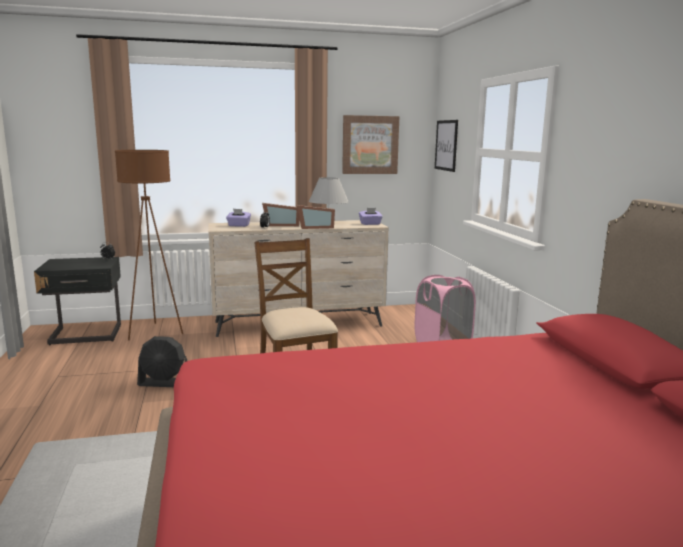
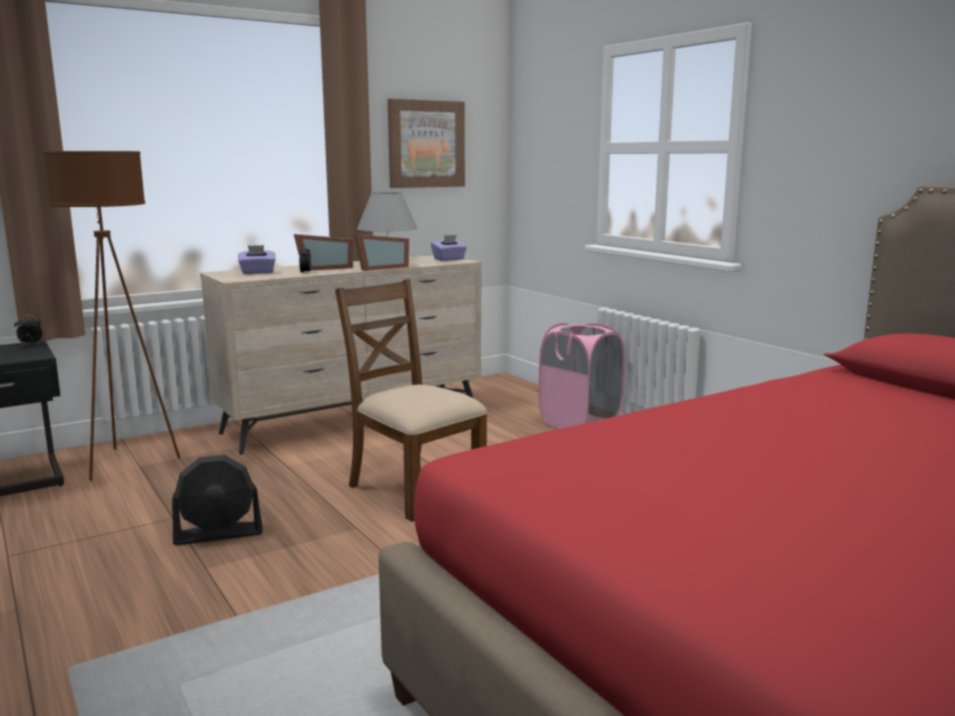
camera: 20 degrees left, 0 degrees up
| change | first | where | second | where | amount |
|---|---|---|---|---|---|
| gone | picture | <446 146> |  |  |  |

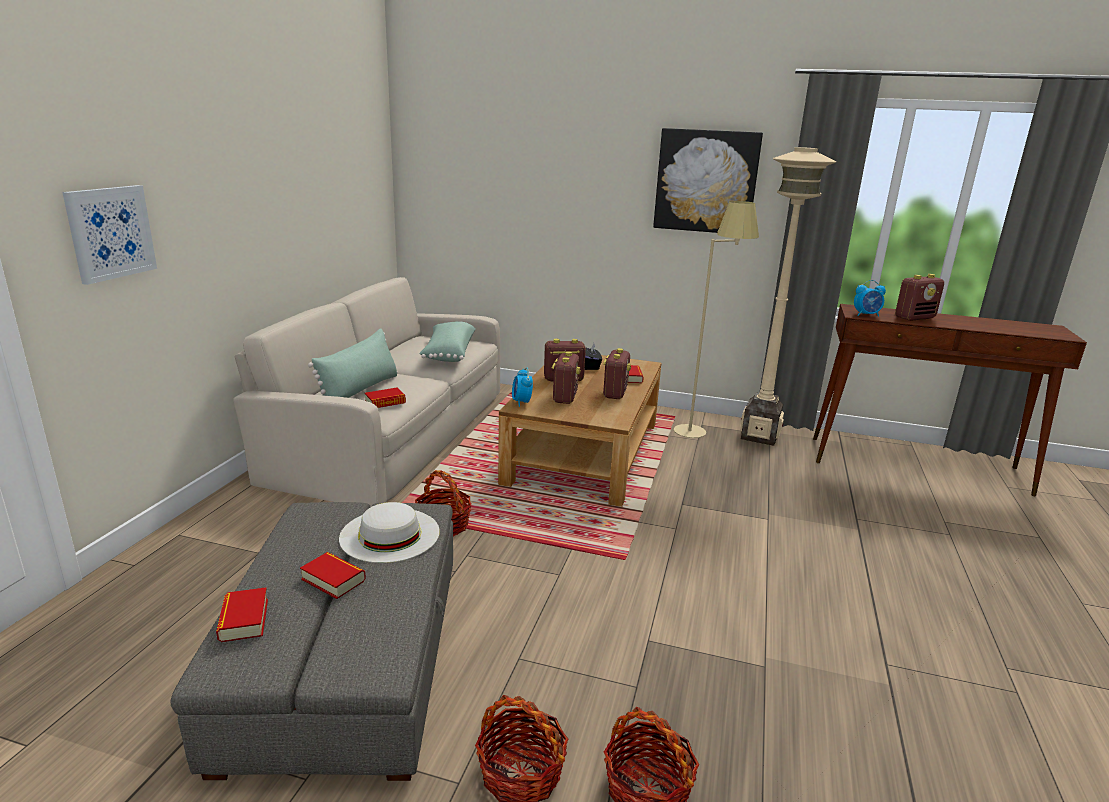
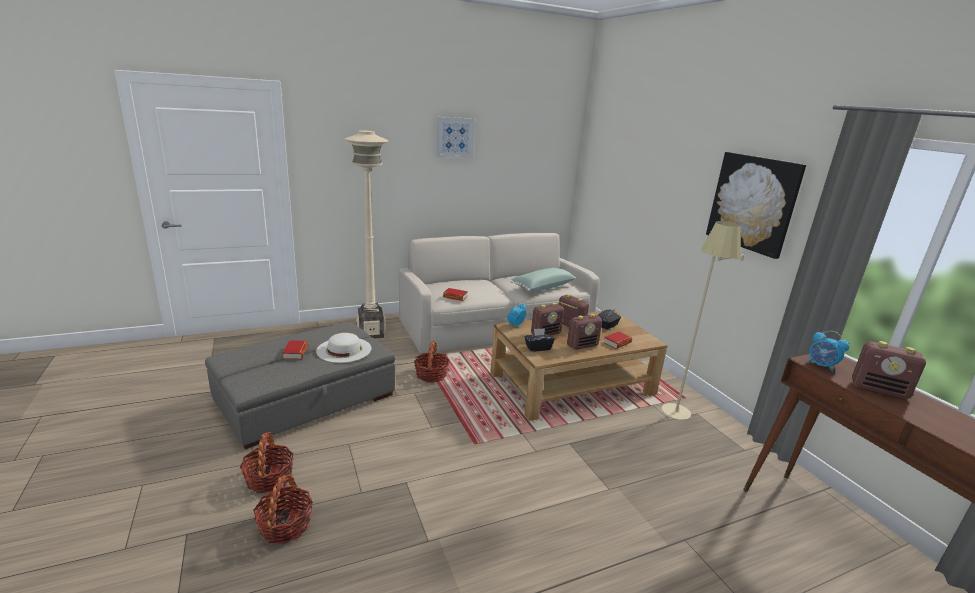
camera: 50 degrees right, 0 degrees up
| change | first | where | second | where | amount |
|---|---|---|---|---|---|
| shifted | beige floor lamp | <788 296> |  | <366 234> |  |
| shifted | picture | <109 235> |  | <455 137> |  |
| new |  |  | black tissue box | <540 340> |  |
| gone | book | <242 614> |  |  |  |
| gone | green pillow | <353 363> |  |  |  |

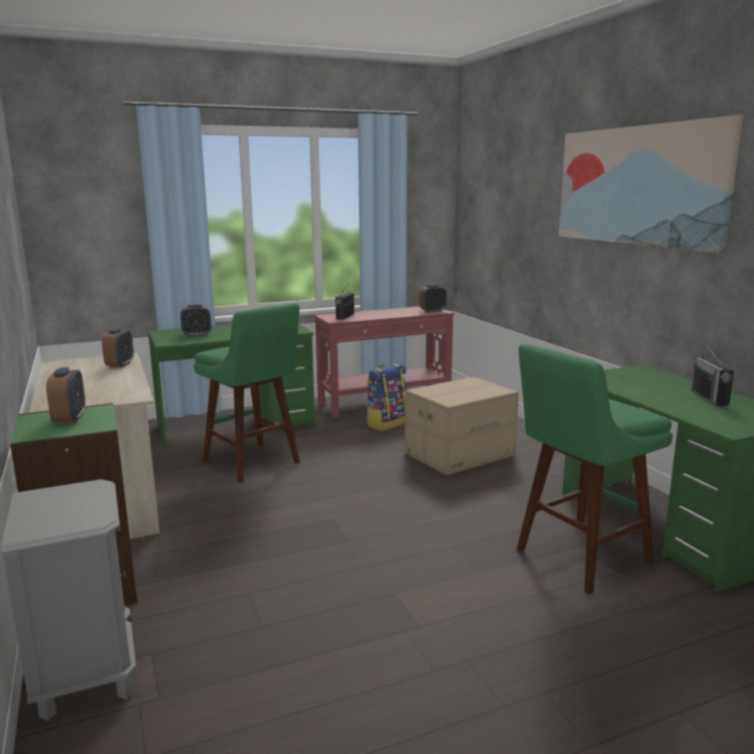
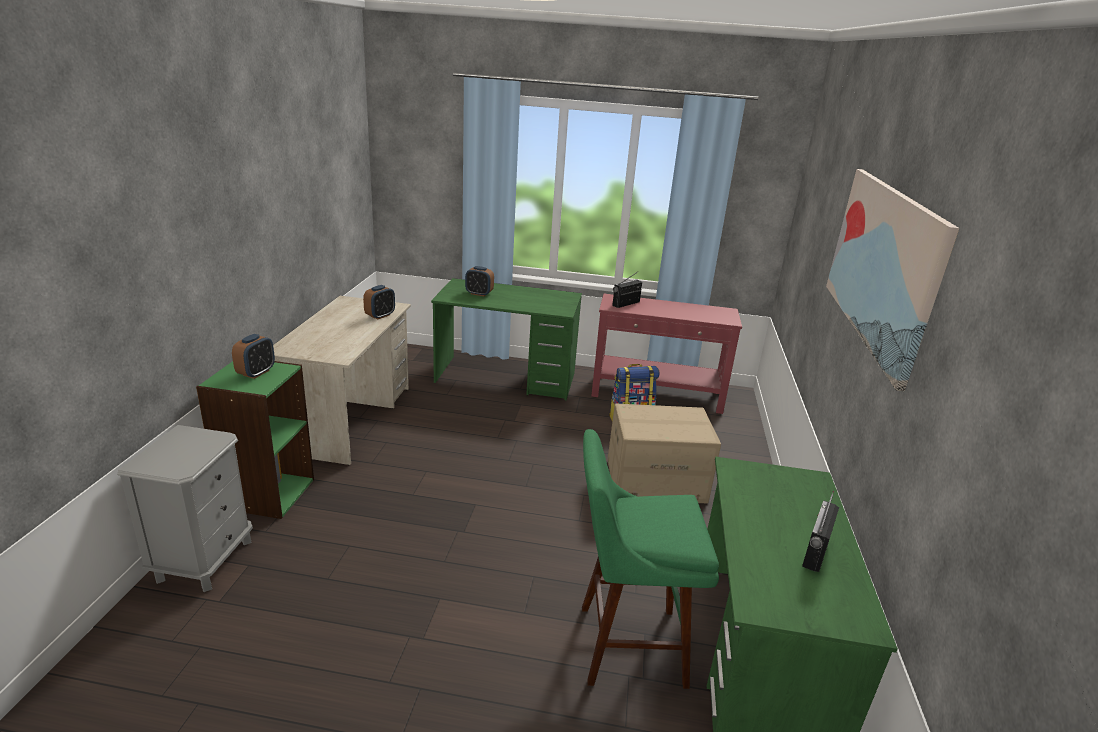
camera: 30 degrees right, 10 degrees up
| change | first | where | second | where | amount |
|---|---|---|---|---|---|
| gone | green stool | <247 393> |  |  |  |
| gone | alarm clock | <433 298> |  |  |  |

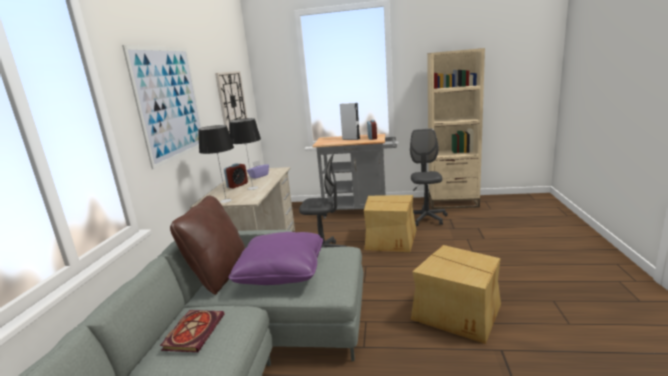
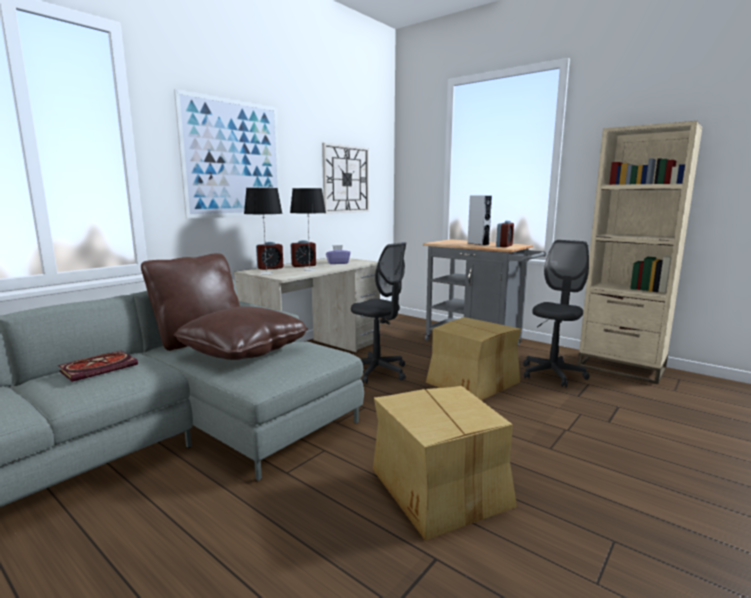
camera: 30 degrees right, 5 degrees down
| change | first | where | second | where | amount |
|---|---|---|---|---|---|
| repainted | purple pillow | <276 258> | brown pillow | <241 333> |  |
| new |  |  | alarm clock | <269 256> |  |

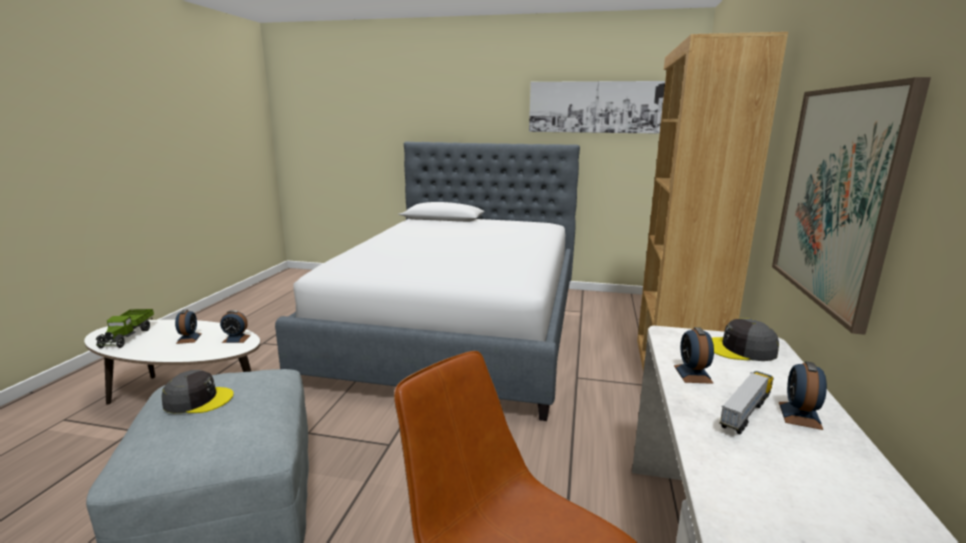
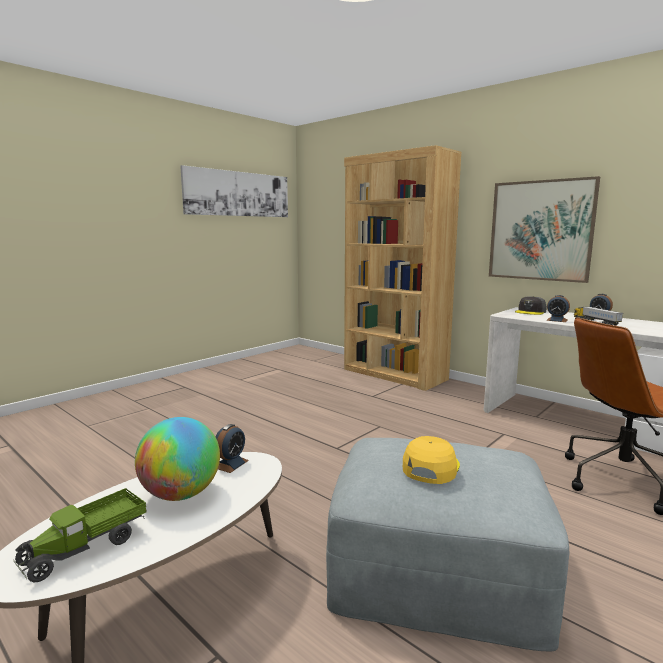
camera: 60 degrees left, 5 degrees down
| change | first | where | second | where | amount |
|---|---|---|---|---|---|
| rotated | toy truck | <124 328> |  | <79 535> | 105 degrees clockwise |
| swapped | alarm clock | <188 326> | globe | <177 459> |  |
| repainted | grey cap | <198 391> | yellow cap | <431 460> |  |
| gone | bed | <427 281> |  |  |  |

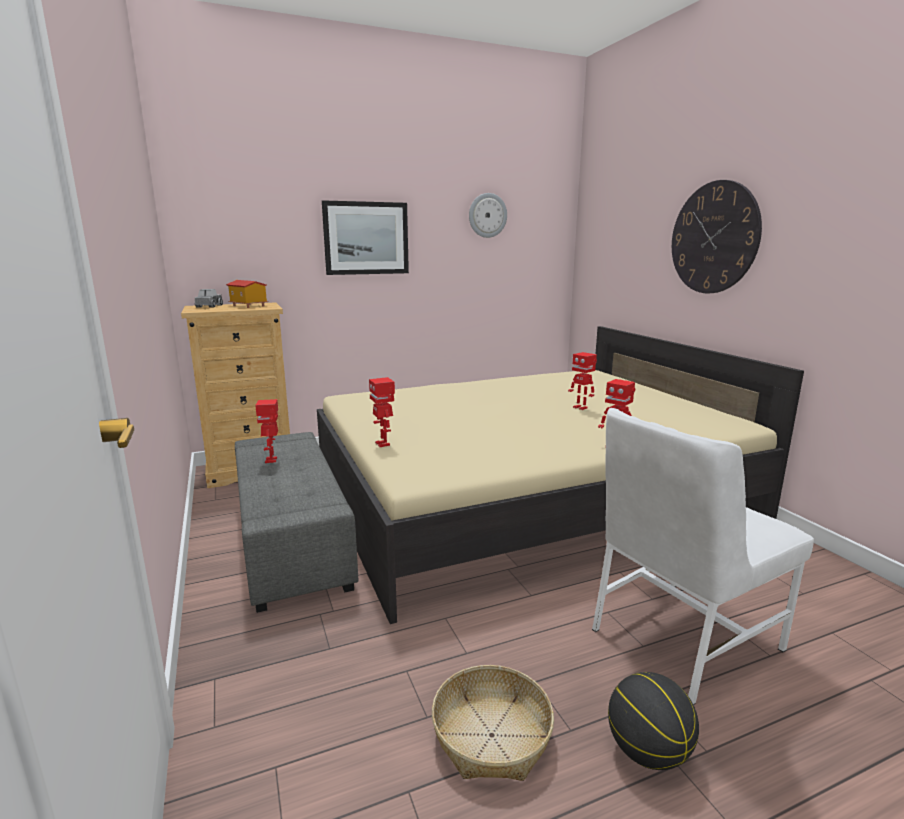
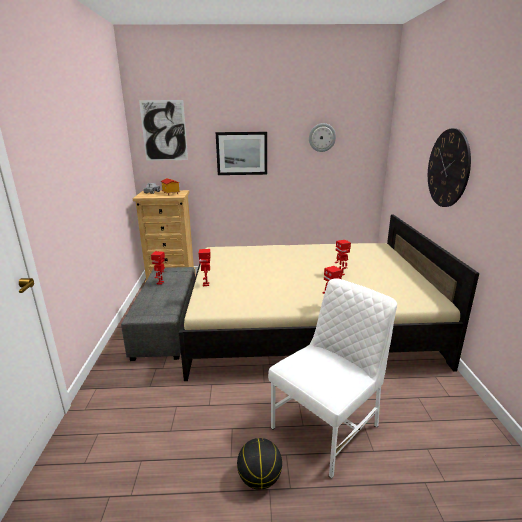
camera: 20 degrees right, 5 degrees up
| change | first | where | second | where | amount |
|---|---|---|---|---|---|
| new |  |  | picture | <163 130> |  |
| rotated | white chair | <703 556> |  | <332 378> | 150 degrees clockwise |
| gone | basket | <493 723> |  |  |  |

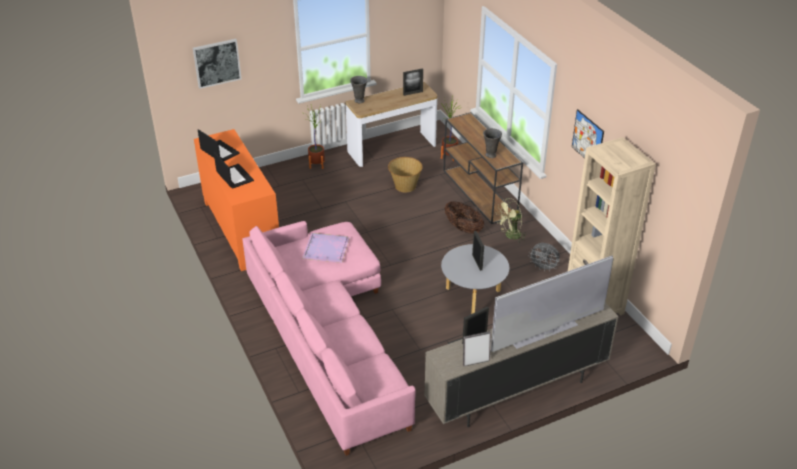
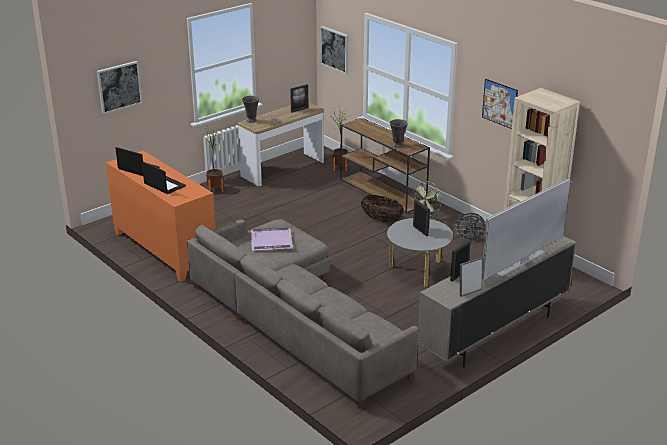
camera: 15 degrees left, 10 degrees down
| change | first | where | second | where | amount |
|---|---|---|---|---|---|
| repainted | pink sofa | <329 338> | grey sofa | <303 314> |  |
| new |  |  | picture | <334 50> |  |
| gone | basket | <405 175> |  |  |  |

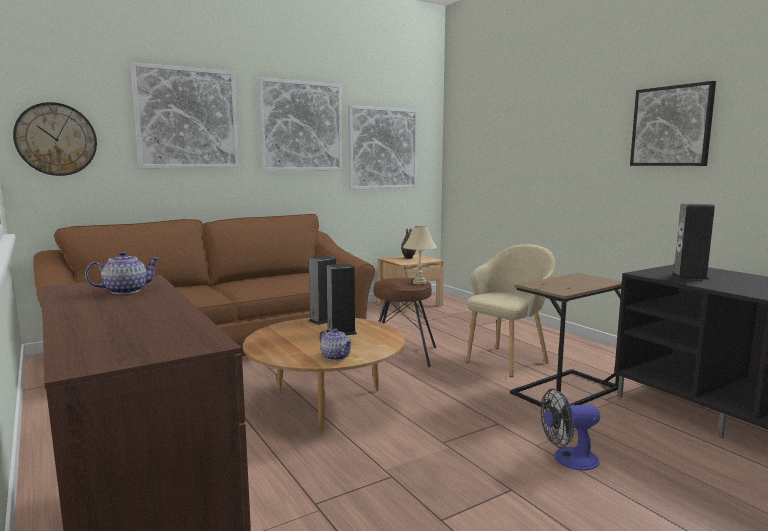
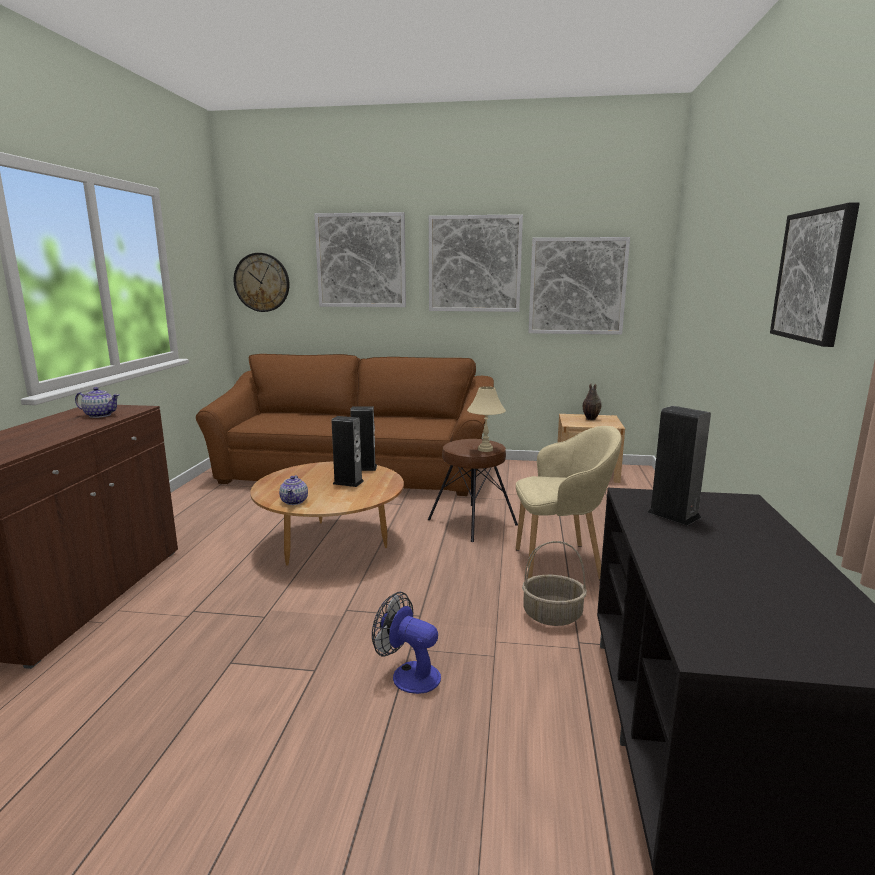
camera: 40 degrees right, 5 degrees up
| change | first | where | second | where | amount |
|---|---|---|---|---|---|
| swapped | brown side table | <566 341> | basket | <554 583> |  |

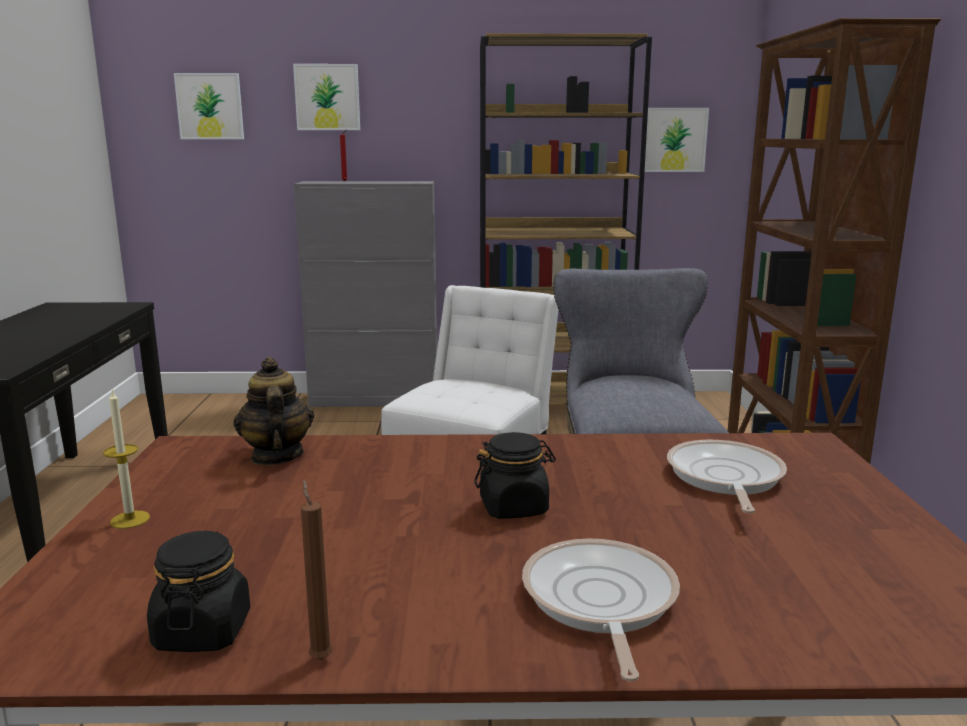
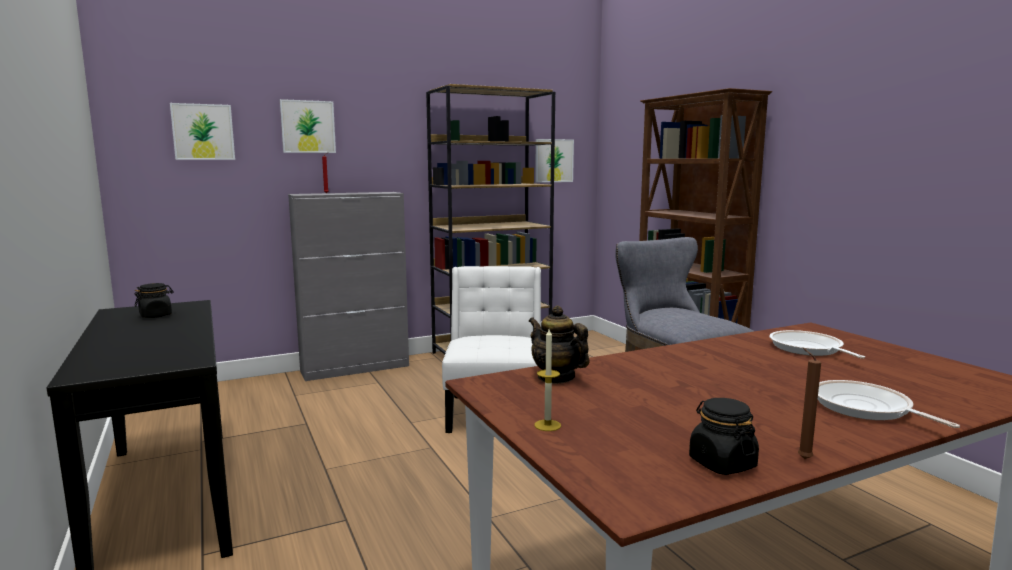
camera: 25 degrees left, 5 degrees down
| change | first | where | second | where | amount |
|---|---|---|---|---|---|
| shifted | black jar | <515 475> |  | <154 300> |  |

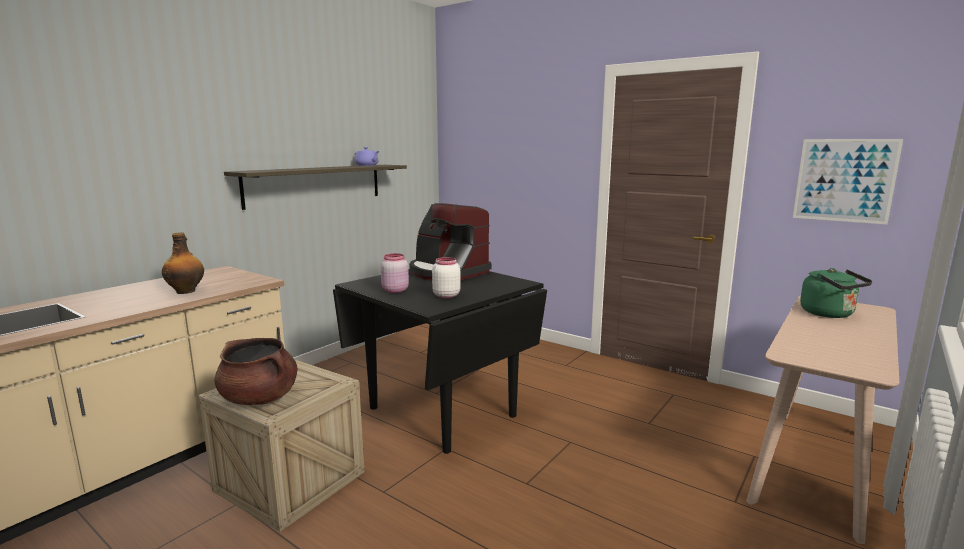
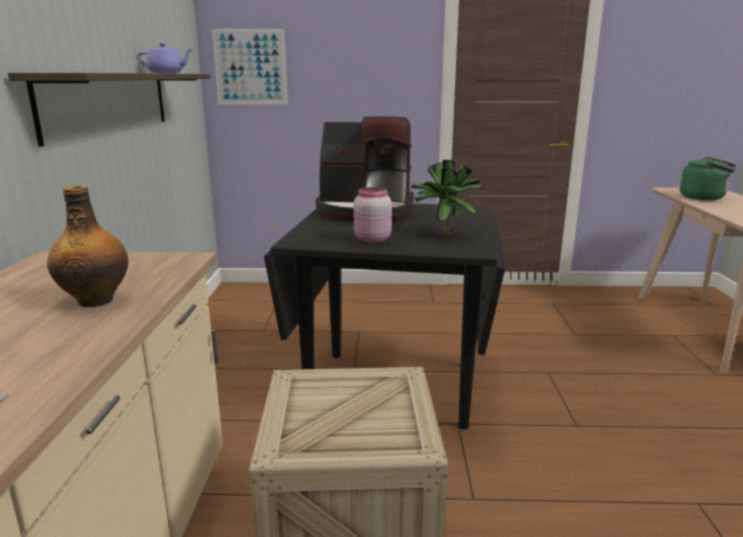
camera: 35 degrees left, 5 degrees up
| change | first | where | second | where | amount |
|---|---|---|---|---|---|
| shifted | picture | <848 181> |  | <250 66> |  |
| swapped | white jar | <446 277> | potted plant | <447 198> |  |
| gone | brown cooking pot | <255 371> |  |  |  |

